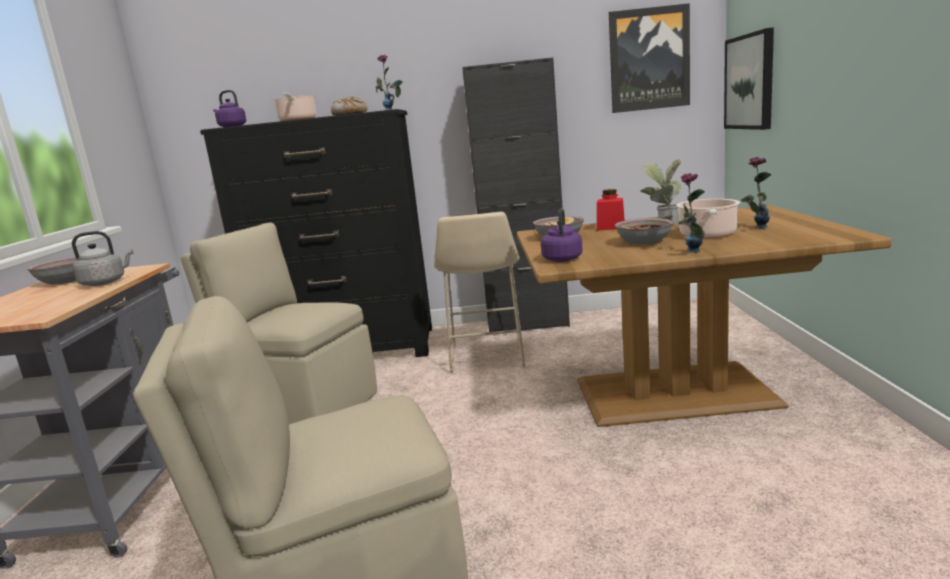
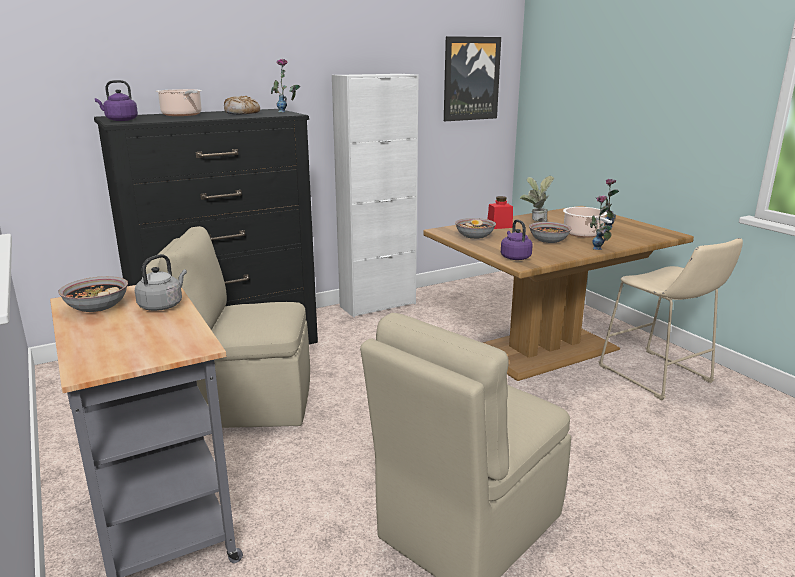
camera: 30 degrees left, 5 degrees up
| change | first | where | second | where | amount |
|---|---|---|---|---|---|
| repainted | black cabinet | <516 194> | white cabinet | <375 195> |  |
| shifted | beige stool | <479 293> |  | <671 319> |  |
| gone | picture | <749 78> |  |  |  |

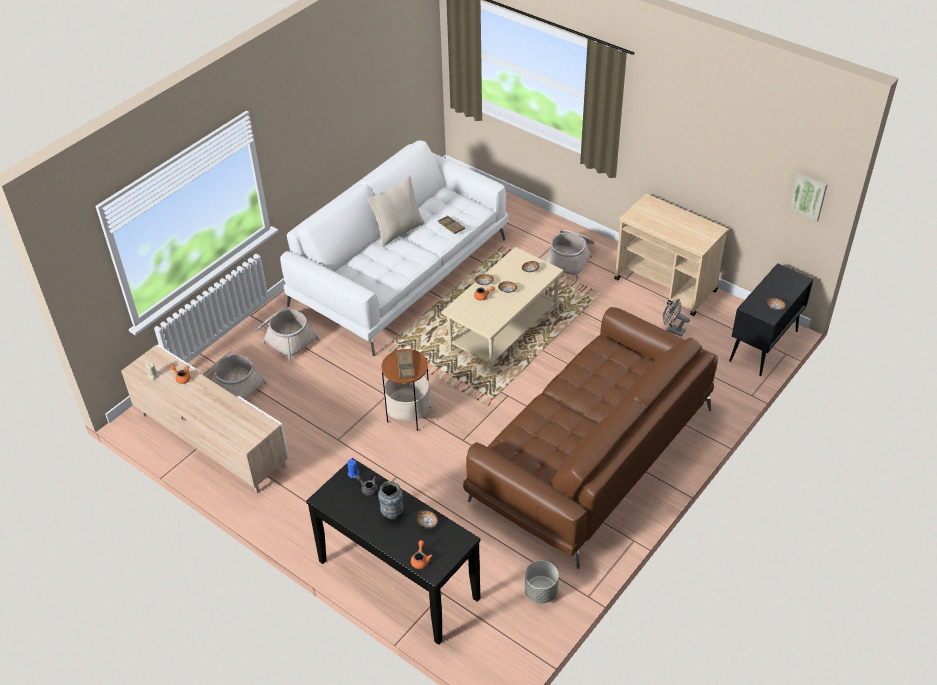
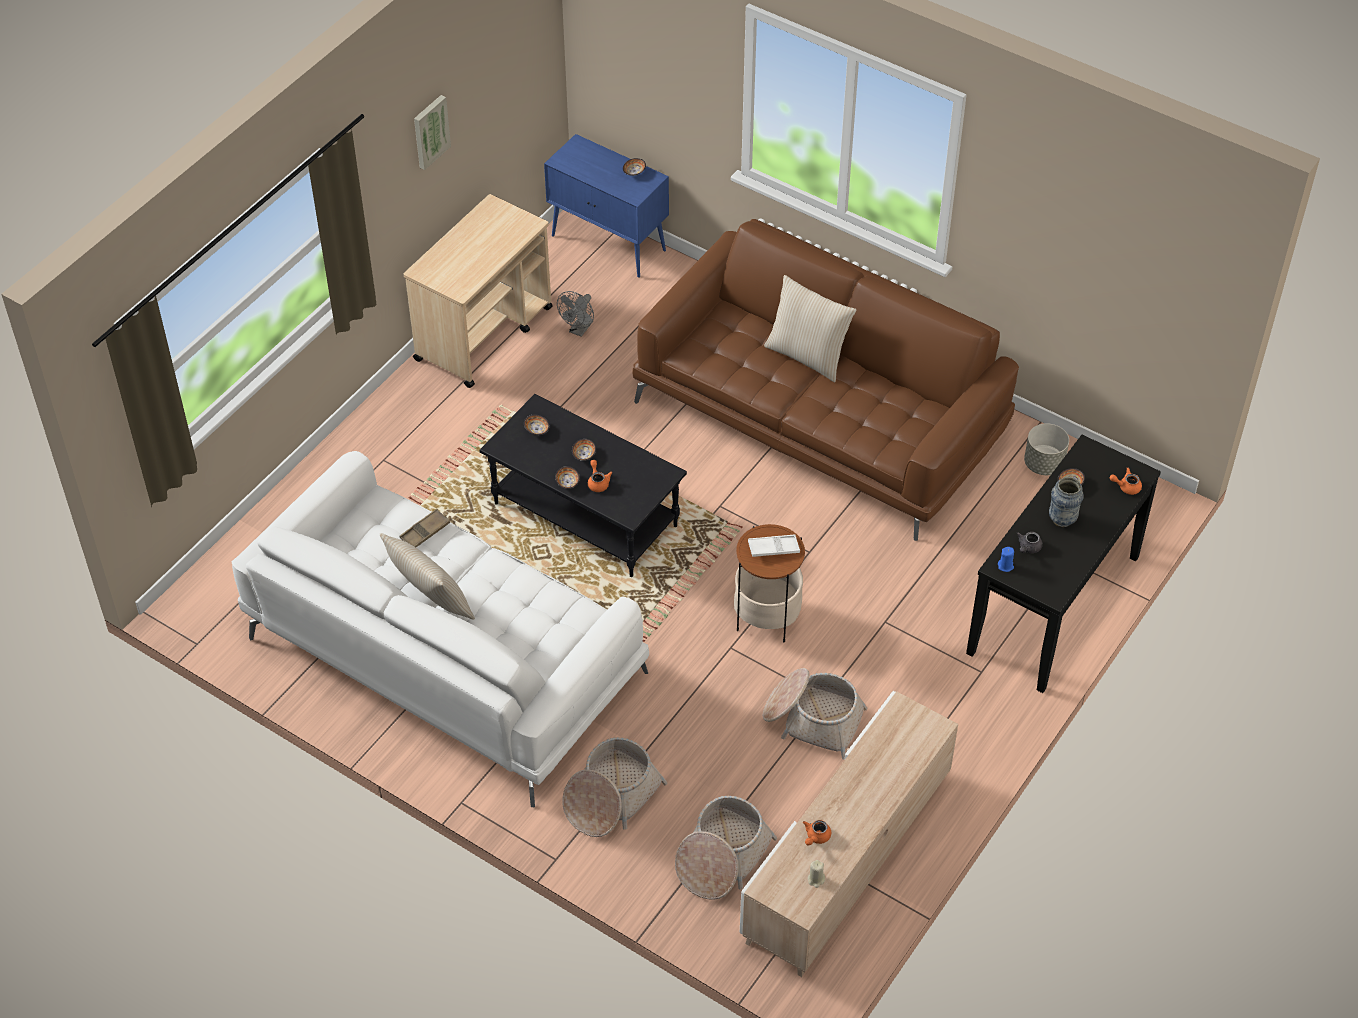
camera: 95 degrees left, 5 degrees up
| change | first | where | second | where | amount |
|---|---|---|---|---|---|
| shifted | picture | <808 197> |  | <432 132> |  |
| repainted | beige coffee table | <502 310> | black coffee table | <583 485> |  |
| repainted | black cabinet | <771 319> | blue cabinet | <606 206> |  |
| repainted | brown tray | <405 364> | white tray | <774 546> |  |
| shifted | basket | <570 255> |  | <815 713> |  |
| new |  |  | beige pillow | <810 328> |  |

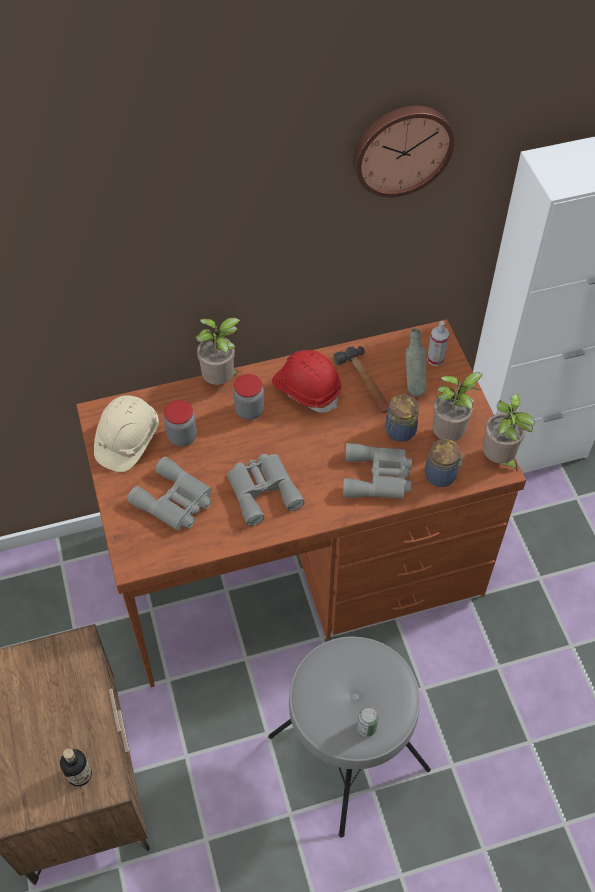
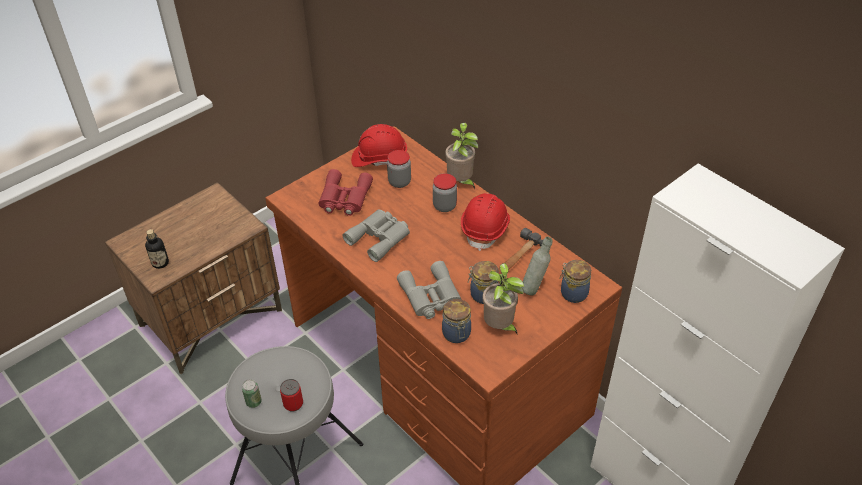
camera: 65 degrees right, 10 degrees down
| change | first | where | second | where | amount |
|---|---|---|---|---|---|
| new |  |  | can | <291 395> |  |
| repainted | grey binoculars | <169 493> | red binoculars | <345 192> |  |
| repainted | beige hard hat | <126 433> | red hard hat | <379 145> |  |
| swapped | spray bottle | <438 343> | jar | <575 281> |  |
| gone | wall clock | <404 151> |  |  |  |
| gone | potted plant | <509 432> |  |  |  |

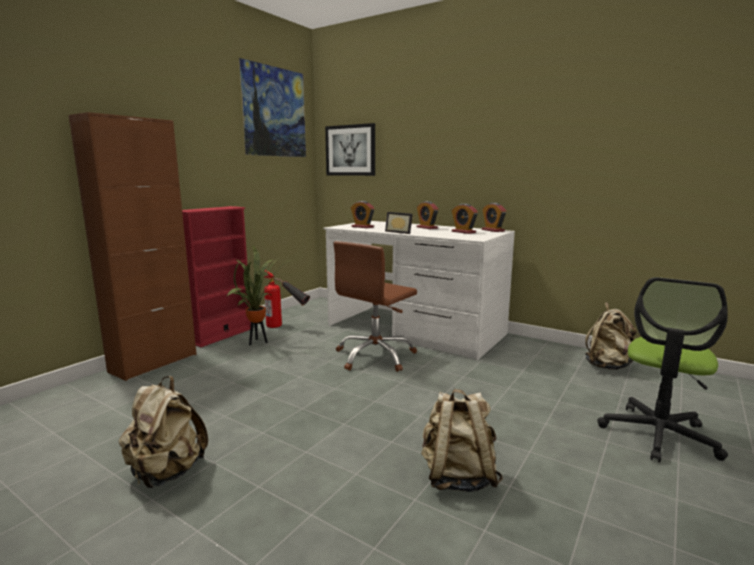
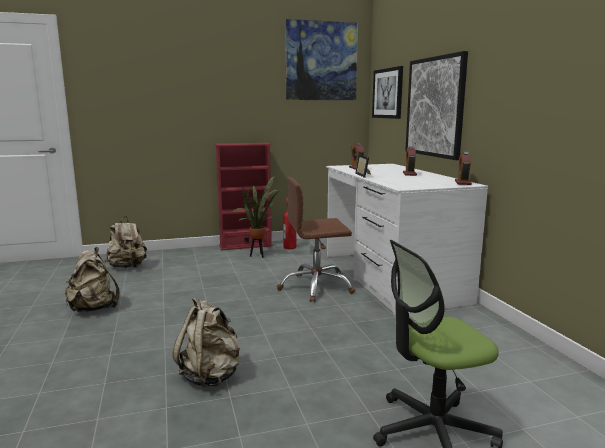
camera: 40 degrees right, 0 degrees up
| change | first | where | second | where | amount |
|---|---|---|---|---|---|
| shifted | beige backpack | <611 336> |  | <125 242> |  |
| new |  |  | picture | <436 105> |  |
| gone | brown cabinet | <132 246> |  |  |  |
| gone | alarm clock | <465 219> |  |  |  |

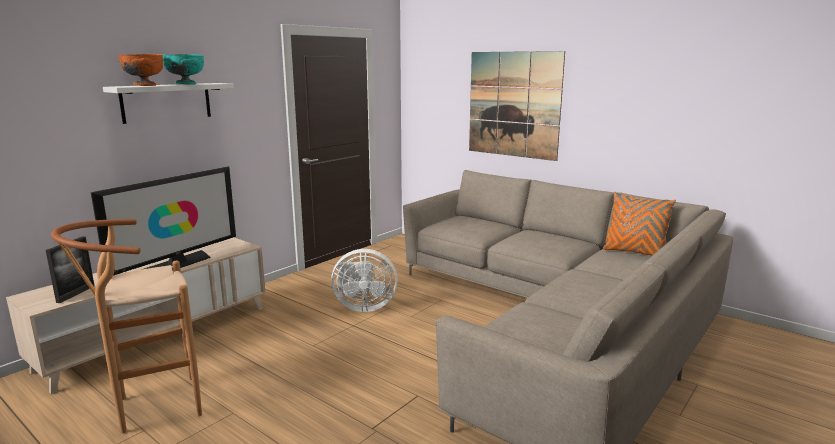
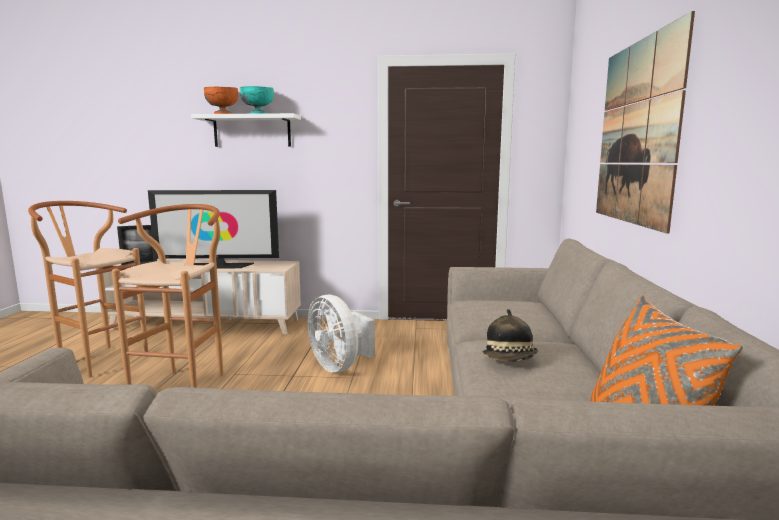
camera: 55 degrees right, 5 degrees down
| change | first | where | second | where | amount |
|---|---|---|---|---|---|
| new |  |  | brown stool | <167 296> |  |
| new |  |  | hat | <510 335> |  |

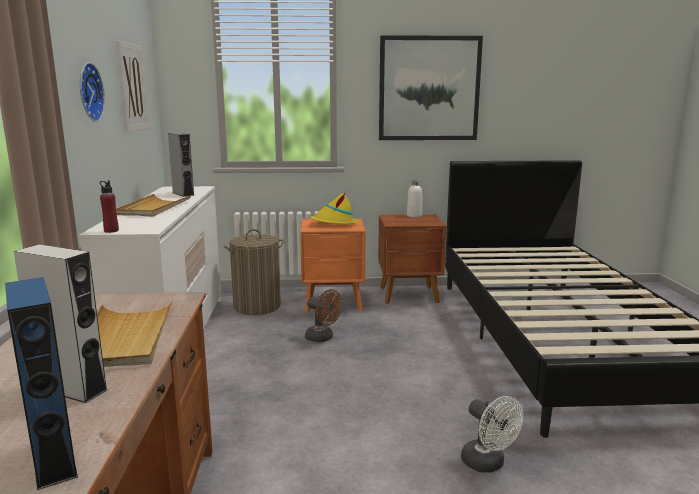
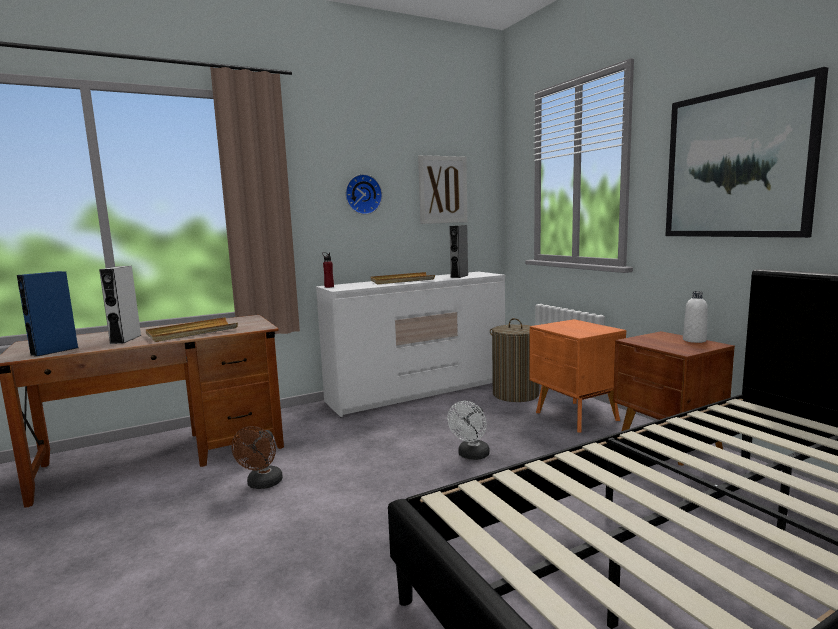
camera: 65 degrees right, 5 degrees down
| change | first | where | second | where | amount |
|---|---|---|---|---|---|
| shifted | brown fan | <323 315> |  | <257 457> |  |
| shifted | white fan | <492 434> |  | <468 430> |  |
| gone | yellow hat | <334 208> |  |  |  |

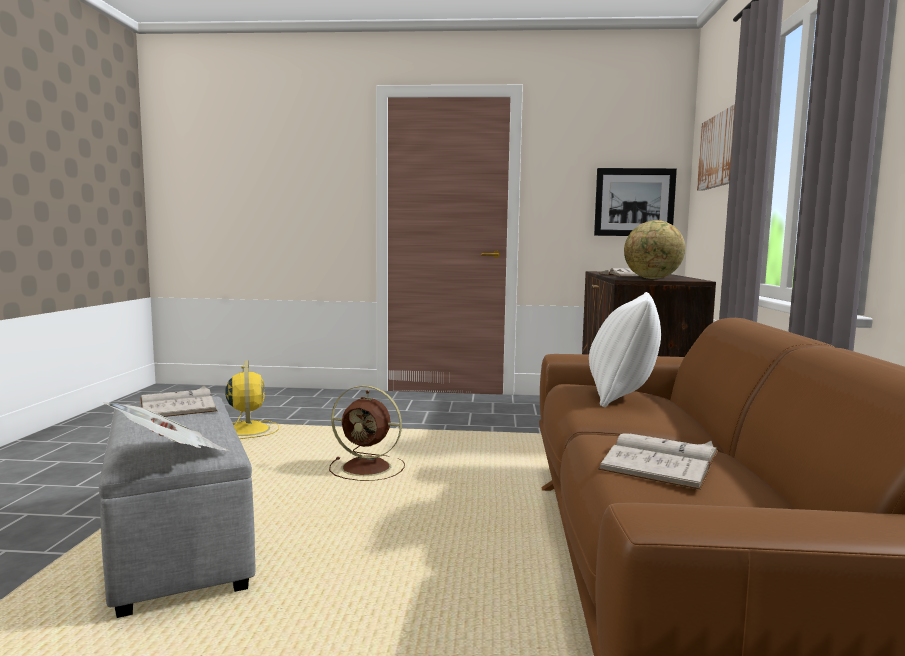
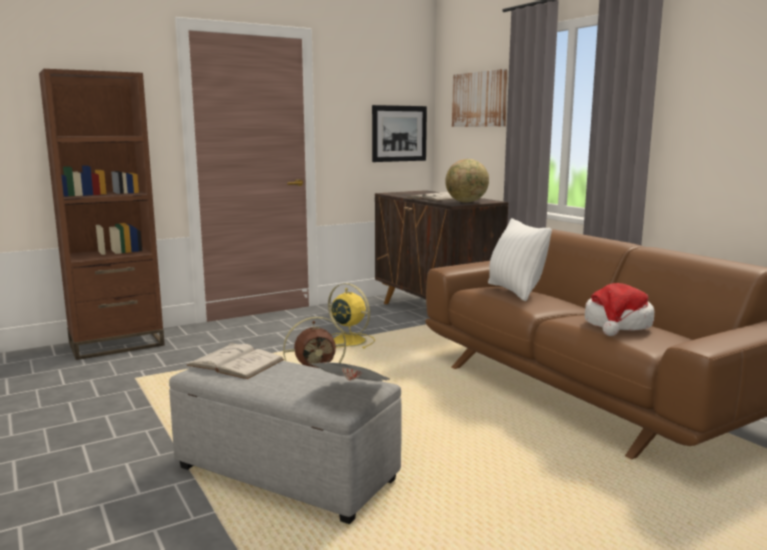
camera: 35 degrees left, 5 degrees up
| change | first | where | second | where | amount |
|---|---|---|---|---|---|
| new |  |  | brown bookcase | <102 214> |  |
| shifted | yellow fan | <252 399> |  | <351 316> |  |
| swapped | white book | <658 461> | hat | <619 309> |  |

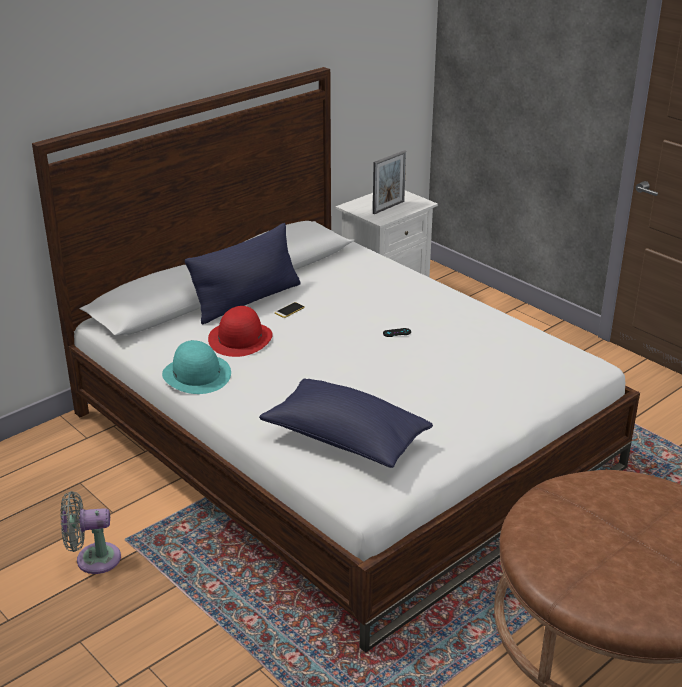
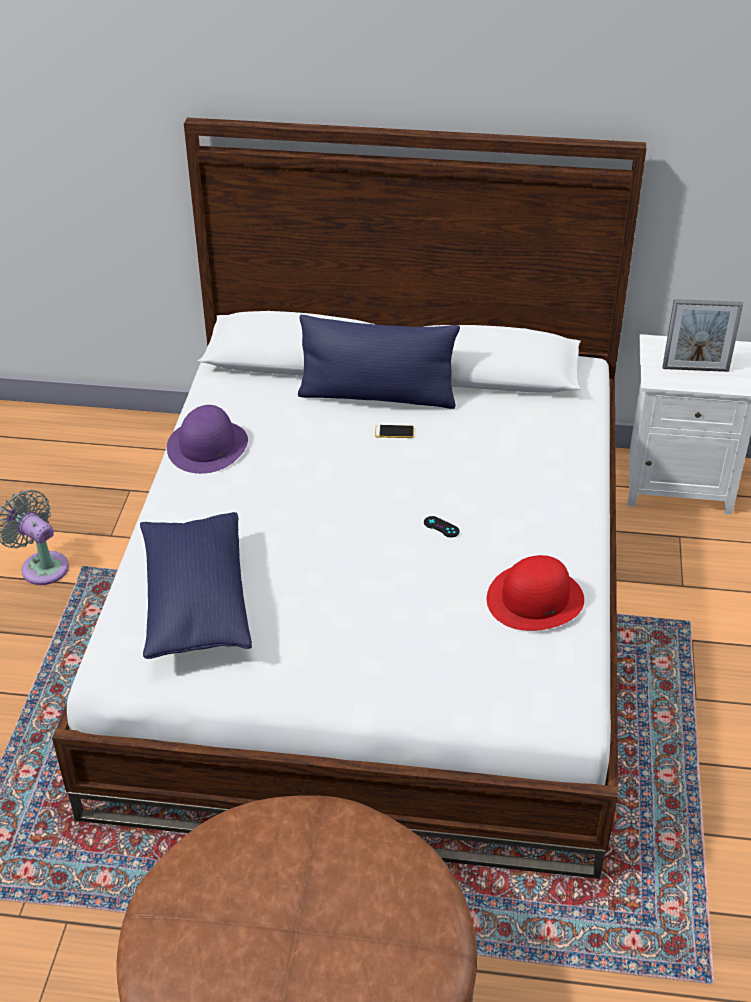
camera: 50 degrees right, 10 degrees up
| change | first | where | second | where | amount |
|---|---|---|---|---|---|
| repainted | turquoise hat | <196 367> | purple hat | <207 439> |  |
| shifted | red hat | <240 331> |  | <535 593> |  |

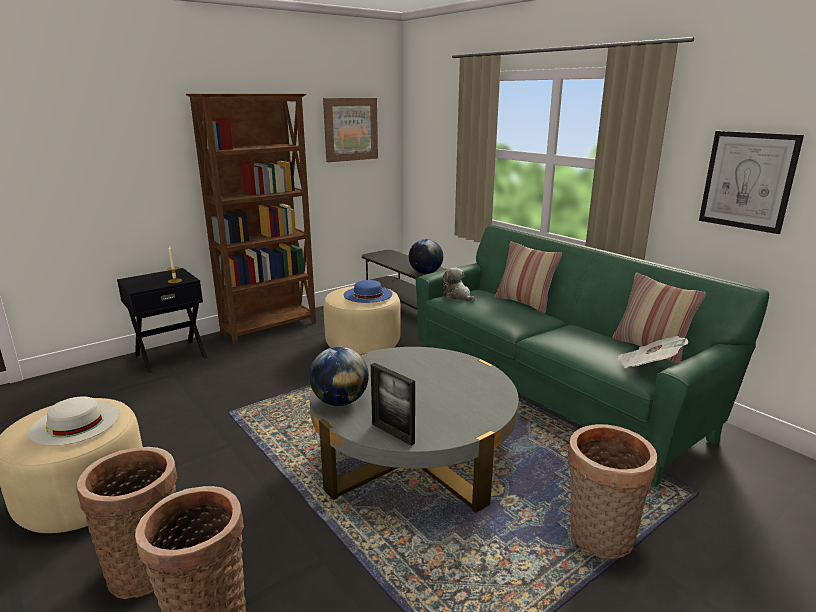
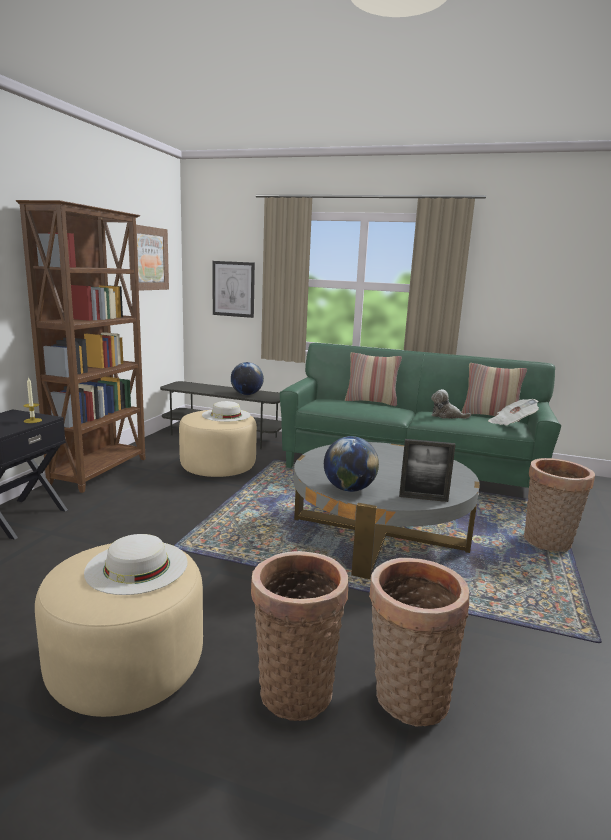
camera: 35 degrees left, 5 degrees down
| change | first | where | second | where | amount |
|---|---|---|---|---|---|
| repainted | blue hat | <368 291> | white hat | <226 411> |  |
| shifted | picture | <751 182> |  | <233 289> |  |
| shifted | plush toy | <459 284> |  | <451 404> |  |

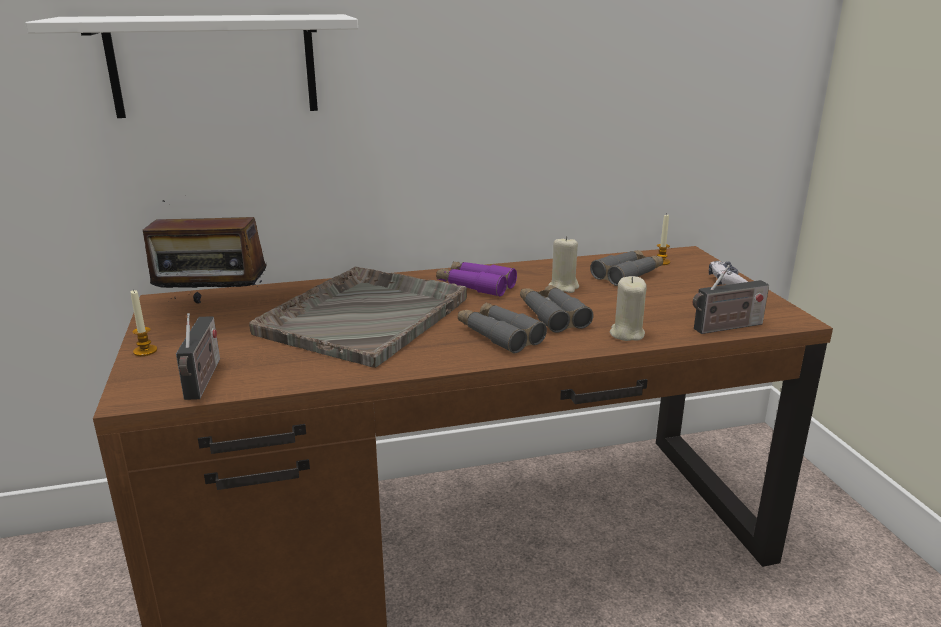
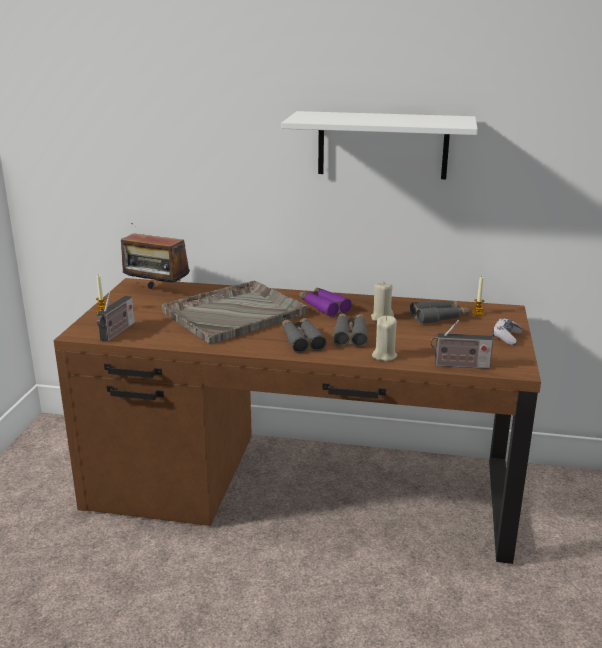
camera: 25 degrees right, 0 degrees up
| change | first | where | second | where | amount |
|---|---|---|---|---|---|
| shifted | white shelf | <191 66> |  | <379 145> |  |

